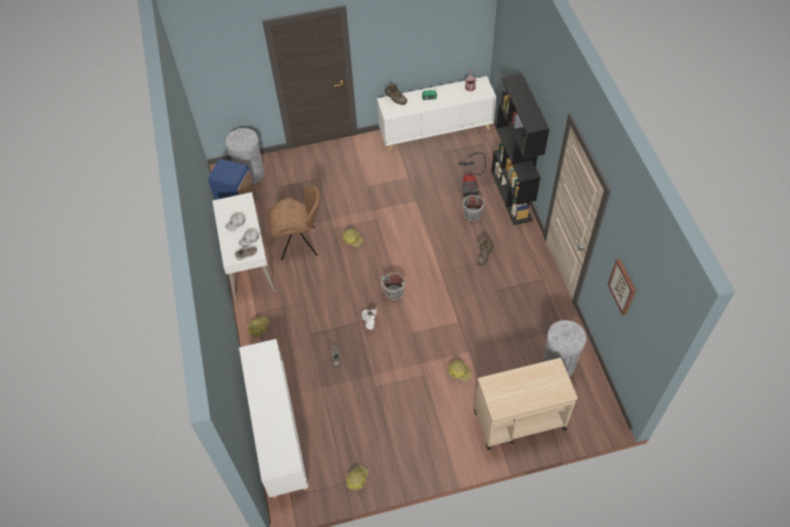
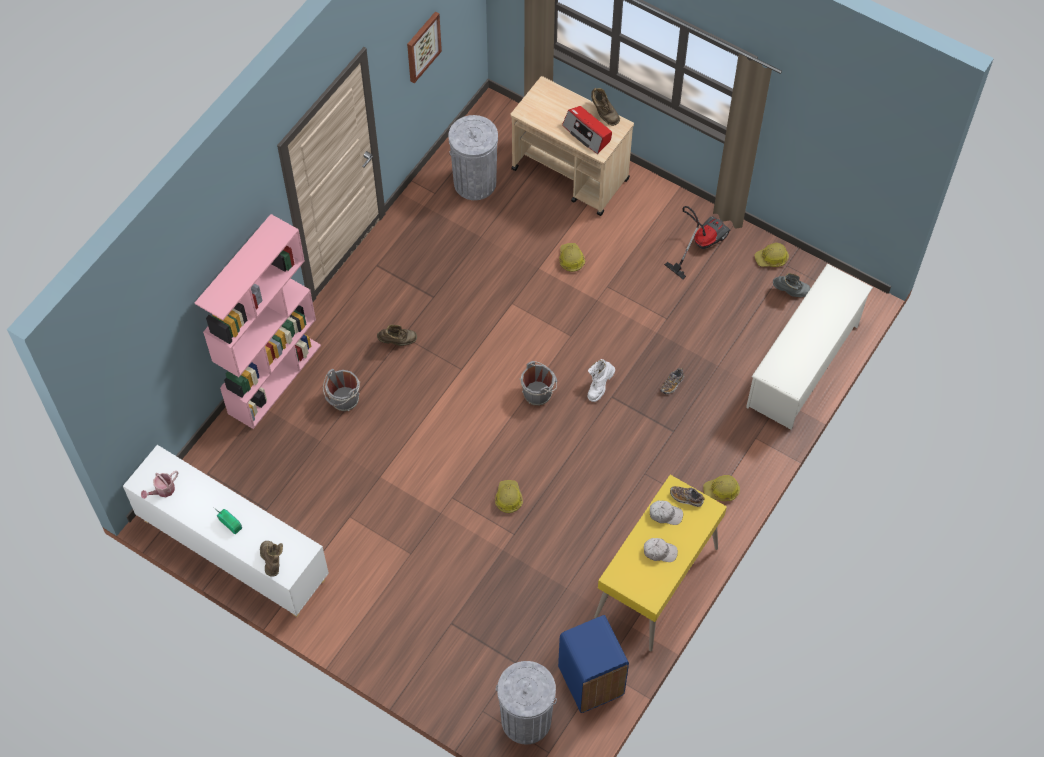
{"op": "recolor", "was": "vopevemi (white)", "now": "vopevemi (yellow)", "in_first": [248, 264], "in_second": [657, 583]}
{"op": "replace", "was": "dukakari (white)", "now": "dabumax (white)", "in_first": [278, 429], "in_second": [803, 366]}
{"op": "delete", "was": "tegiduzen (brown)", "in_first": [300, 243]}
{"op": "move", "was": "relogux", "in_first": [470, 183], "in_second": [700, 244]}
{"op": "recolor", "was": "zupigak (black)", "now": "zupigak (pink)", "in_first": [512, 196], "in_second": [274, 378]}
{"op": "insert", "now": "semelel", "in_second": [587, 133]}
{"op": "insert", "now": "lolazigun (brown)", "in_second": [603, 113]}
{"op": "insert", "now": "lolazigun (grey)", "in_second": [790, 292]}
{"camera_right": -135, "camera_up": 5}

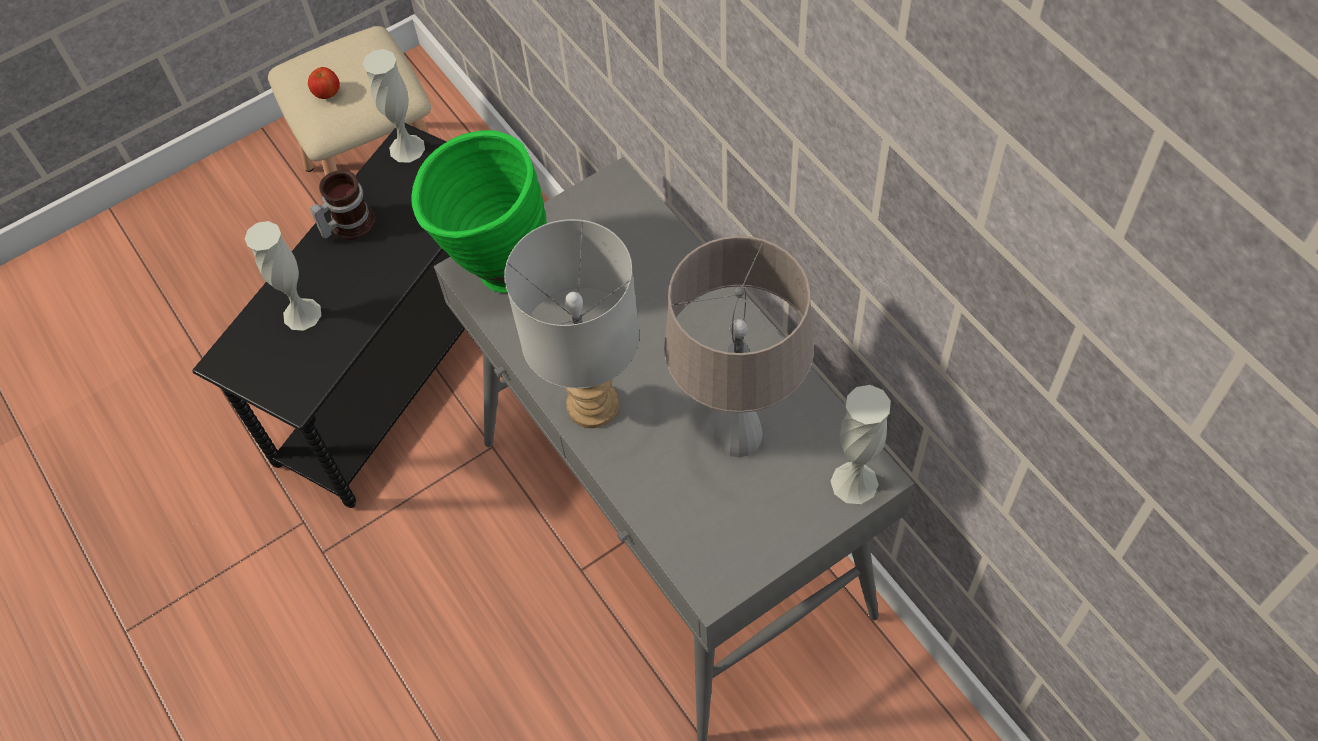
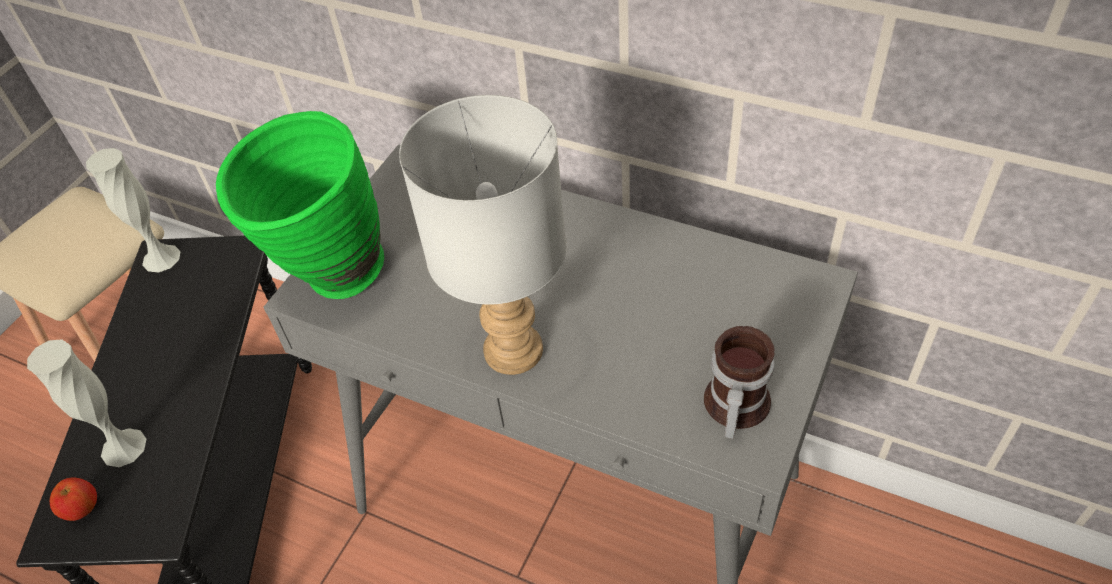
{"op": "move", "was": "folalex", "in_first": [327, 93], "in_second": [83, 509]}
{"op": "move", "was": "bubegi", "in_first": [347, 223], "in_second": [732, 406]}
{"op": "delete", "was": "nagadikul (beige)", "in_first": [739, 435]}
{"op": "delete", "was": "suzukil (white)", "in_first": [854, 482]}
{"camera_right": -30, "camera_up": -10}

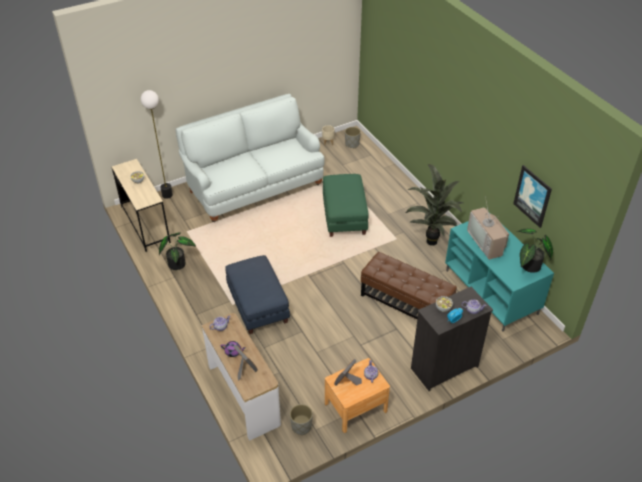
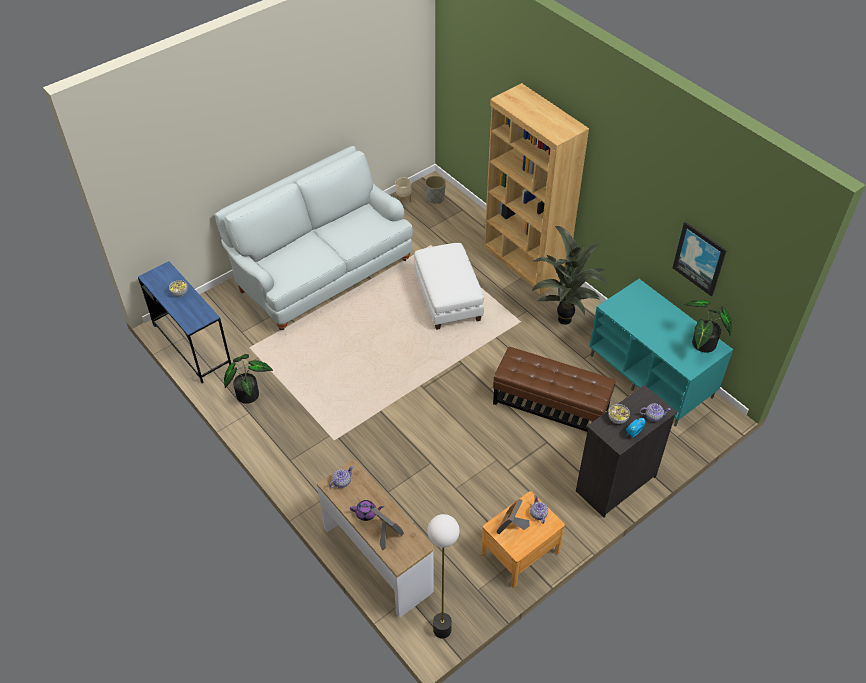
{"op": "recolor", "was": "vopevemi (beige)", "now": "vopevemi (blue)", "in_first": [145, 225], "in_second": [192, 345]}
{"op": "move", "was": "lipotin", "in_first": [167, 195], "in_second": [442, 629]}
{"op": "delete", "was": "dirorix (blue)", "in_first": [258, 304]}
{"op": "delete", "was": "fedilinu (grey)", "in_first": [301, 426]}
{"op": "recolor", "was": "dirorix (green)", "now": "dirorix (white)", "in_first": [344, 215], "in_second": [448, 298]}
{"op": "delete", "was": "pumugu", "in_first": [487, 242]}
{"op": "insert", "now": "zupigak (brown)", "in_second": [525, 262]}
{"camera_right": -10, "camera_up": 5}

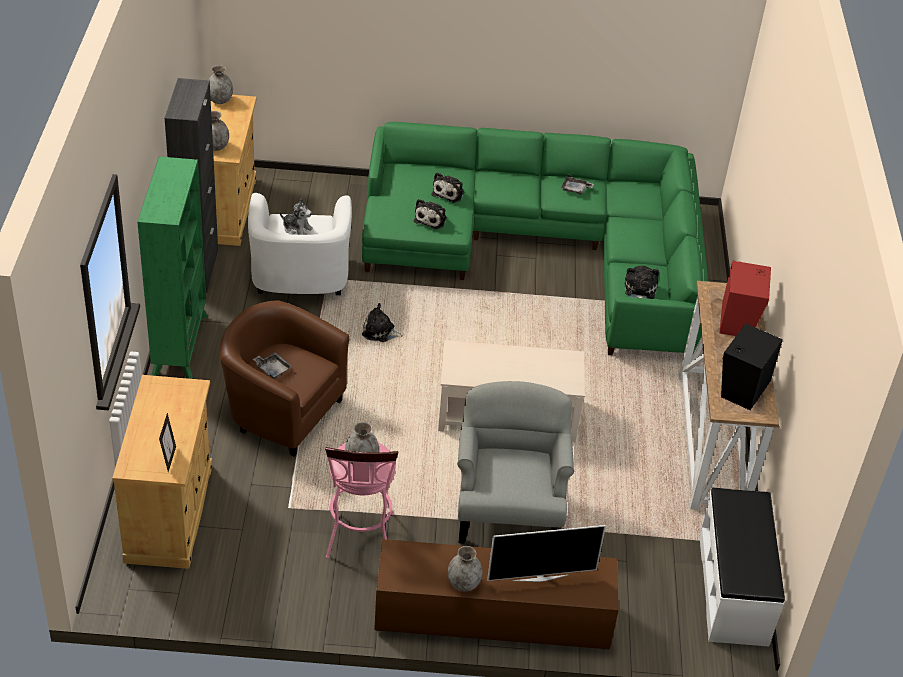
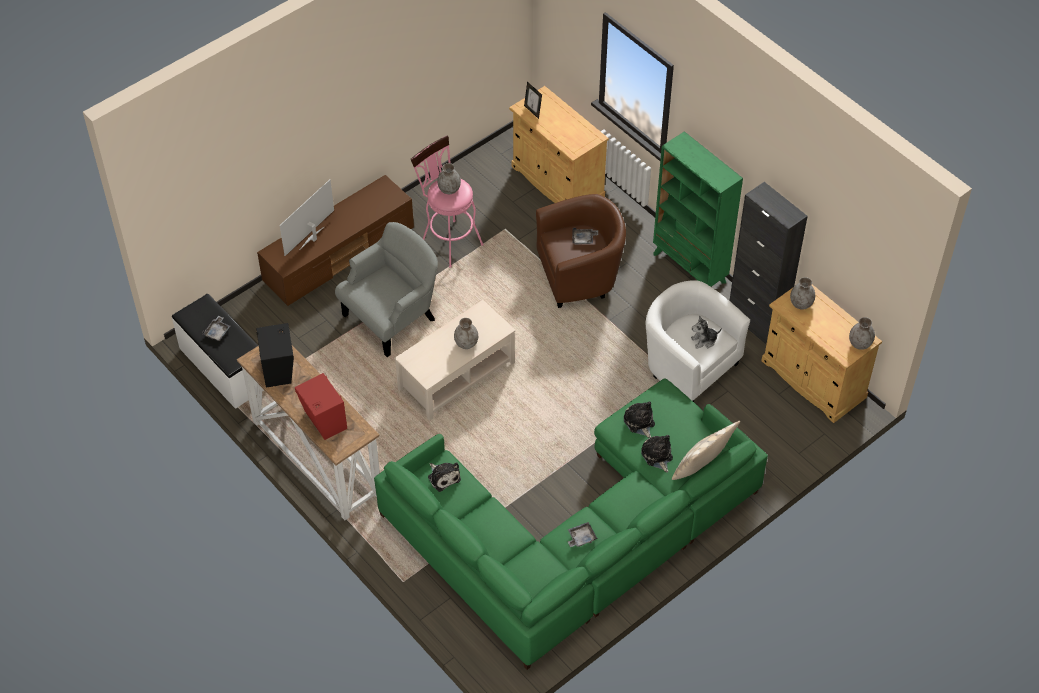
{"op": "delete", "was": "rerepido", "in_first": [380, 332]}
{"op": "move", "was": "suzukil (grey)", "in_first": [463, 583], "in_second": [466, 343]}
{"op": "rotate", "was": "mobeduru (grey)", "in_first": [508, 509], "in_second": [392, 317], "clockwise": -90}
{"op": "insert", "now": "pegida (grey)", "in_second": [217, 332]}
{"op": "insert", "now": "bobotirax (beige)", "in_second": [702, 466]}
{"camera_right": 140, "camera_up": 10}

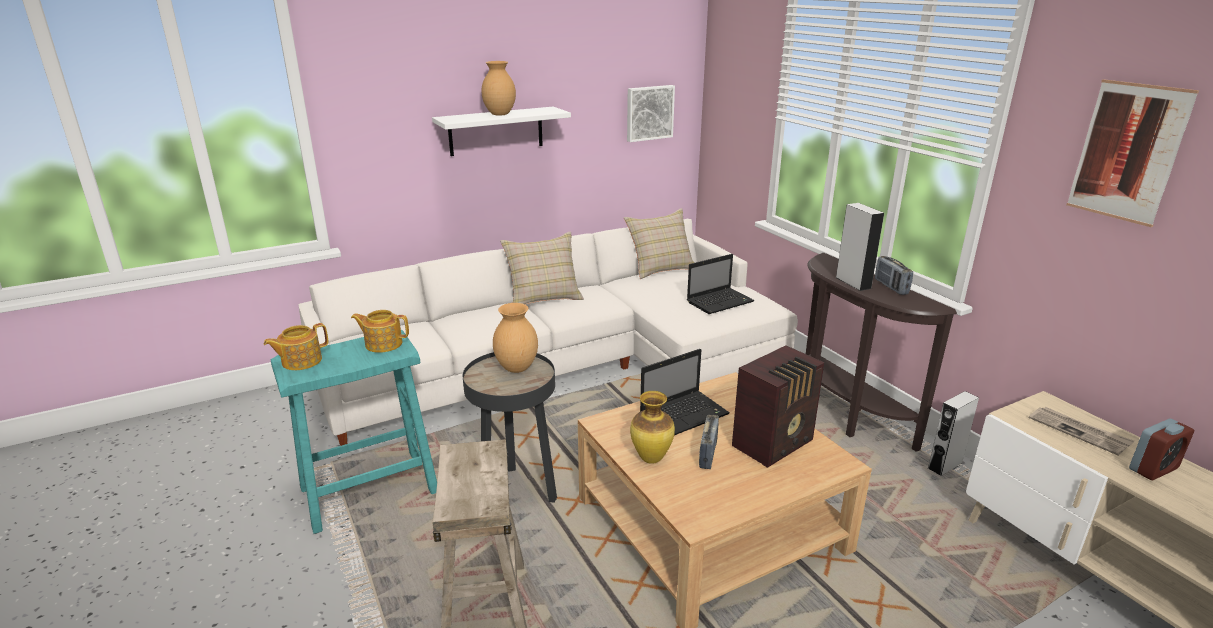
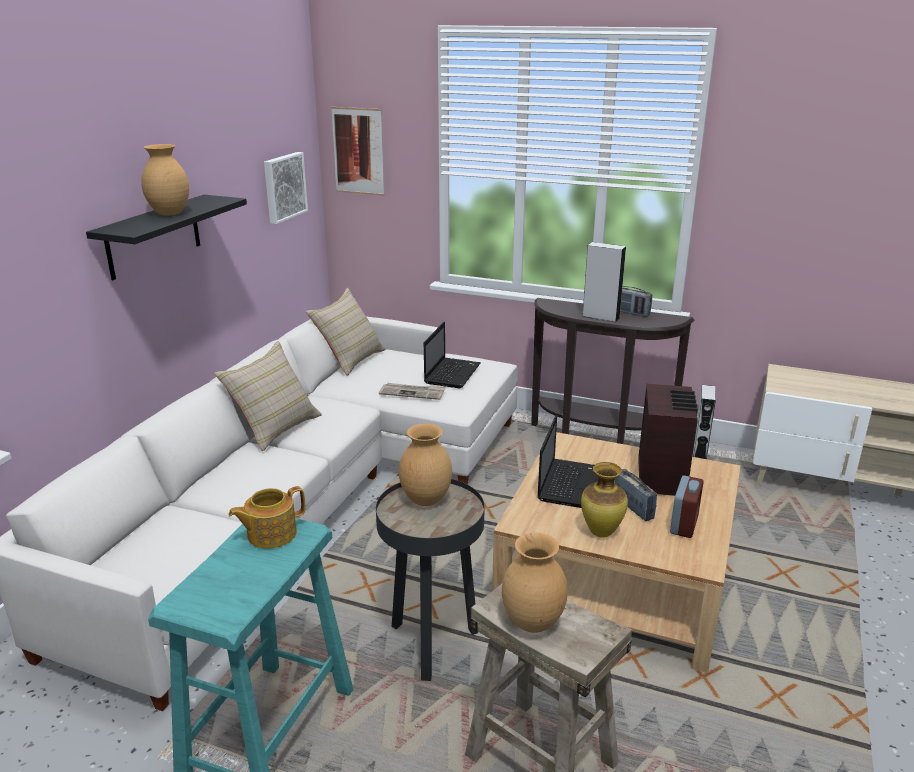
{"op": "delete", "was": "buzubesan", "in_first": [300, 361]}
{"op": "recolor", "was": "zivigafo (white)", "now": "zivigafo (black)", "in_first": [496, 131], "in_second": [154, 236]}
{"op": "move", "was": "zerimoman", "in_first": [1079, 432], "in_second": [413, 393]}
{"op": "move", "was": "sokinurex", "in_first": [1128, 152], "in_second": [358, 151]}
{"op": "move", "was": "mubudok", "in_first": [1153, 469], "in_second": [684, 525]}
{"op": "insert", "now": "suzukil (brown)", "in_second": [531, 623]}
{"camera_right": -40, "camera_up": 0}

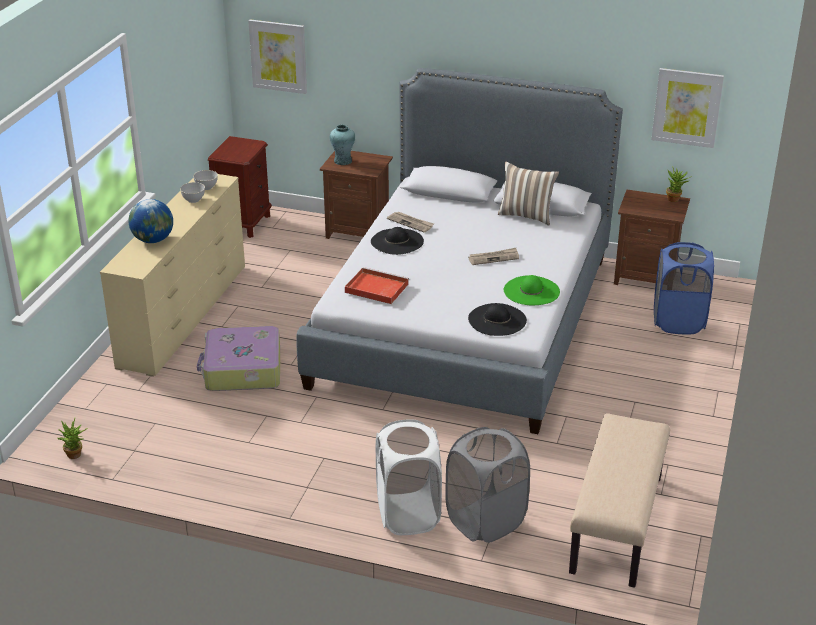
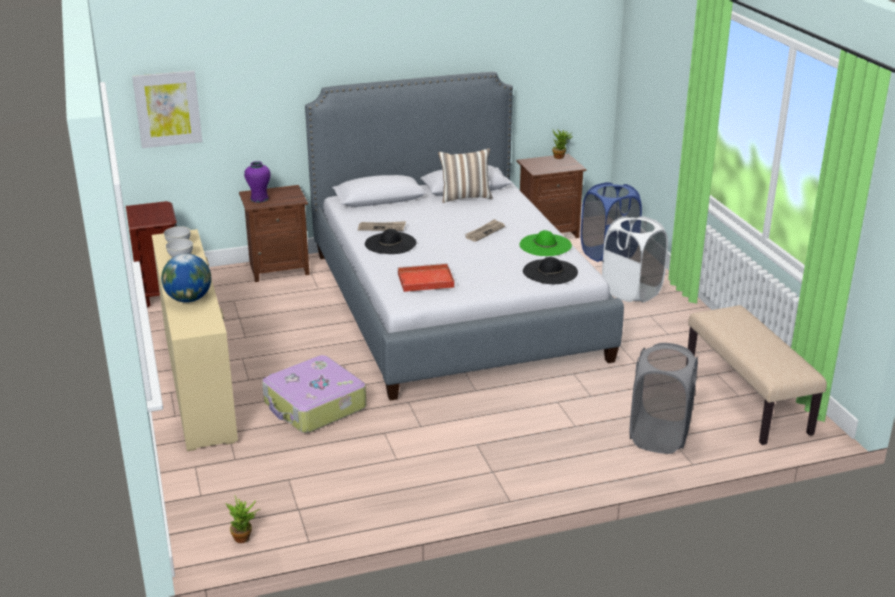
{"op": "recolor", "was": "suzukil (turquoise)", "now": "suzukil (purple)", "in_first": [342, 161], "in_second": [259, 199]}
{"op": "move", "was": "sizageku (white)", "in_first": [408, 514], "in_second": [631, 292]}
{"op": "delete", "was": "sokinurex", "in_first": [687, 107]}
{"camera_right": -35, "camera_up": -5}

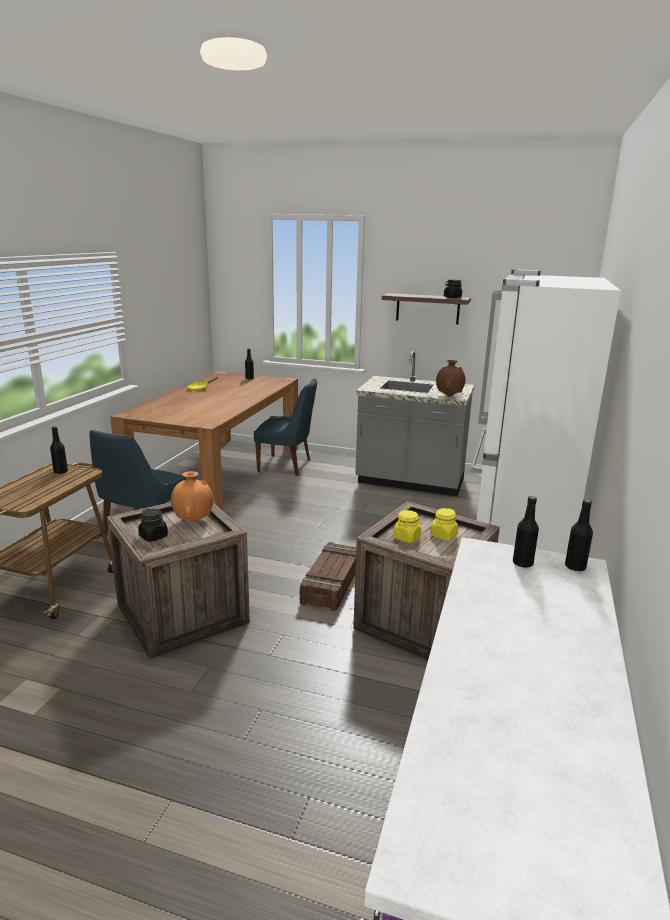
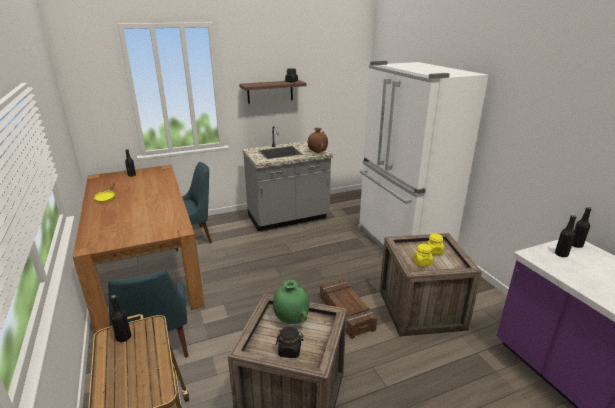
{"op": "recolor", "was": "suzukil (orange)", "now": "suzukil (green)", "in_first": [193, 520], "in_second": [291, 319]}
{"camera_right": -40, "camera_up": 5}

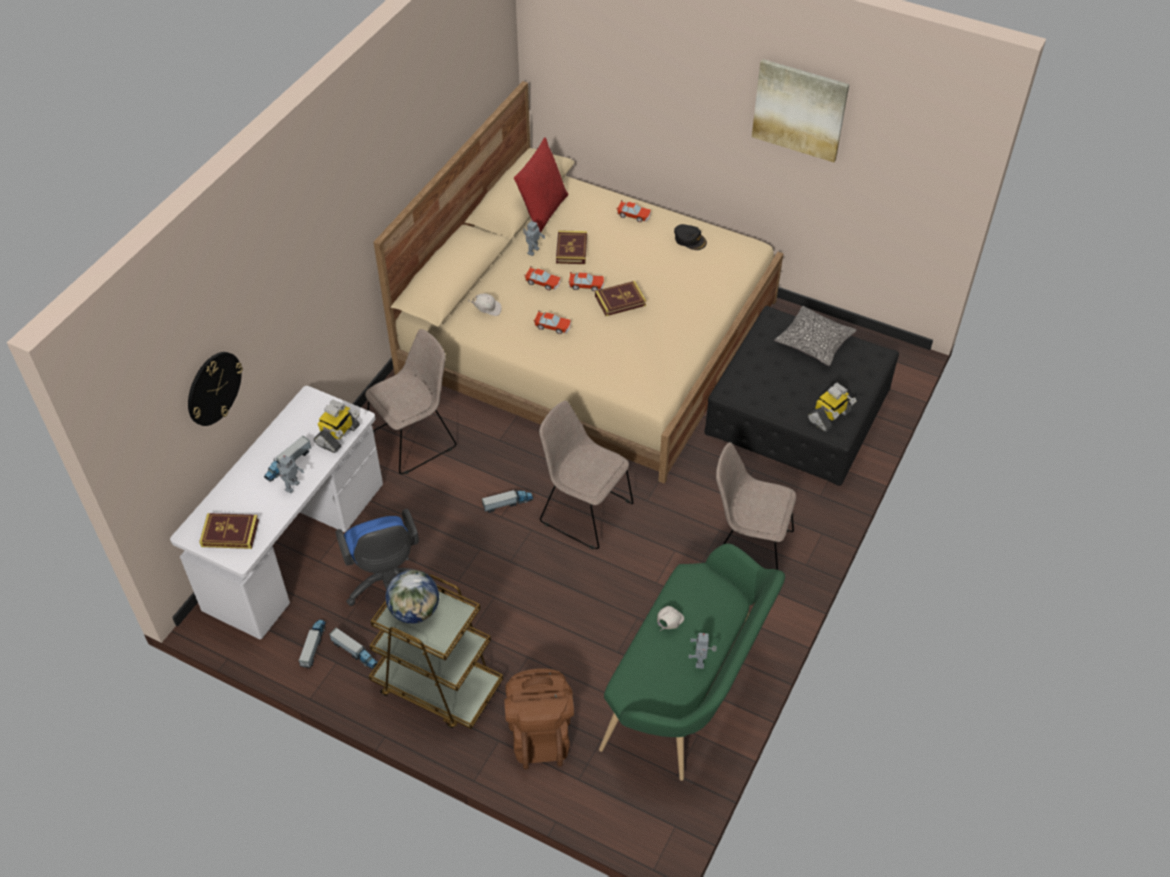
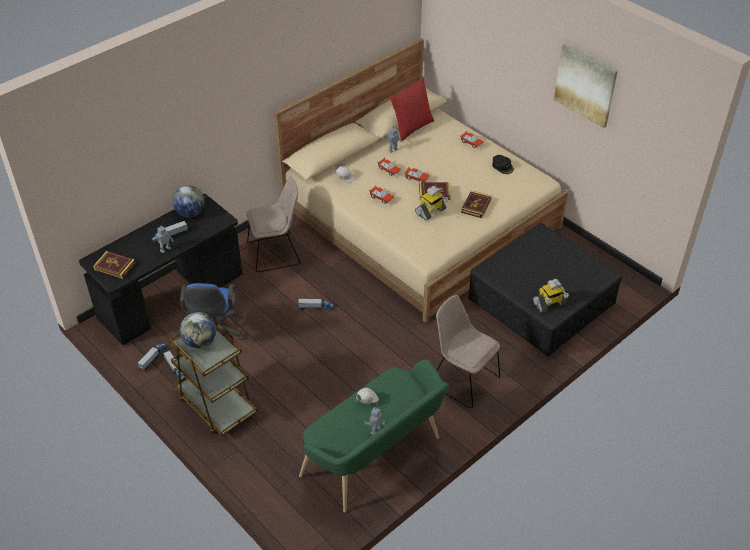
{"op": "recolor", "was": "vopevemi (white)", "now": "vopevemi (black)", "in_first": [295, 546], "in_second": [171, 296]}
{"op": "delete", "was": "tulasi", "in_first": [213, 388]}
{"op": "move", "was": "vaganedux", "in_first": [338, 436], "in_second": [431, 211]}
{"op": "delete", "was": "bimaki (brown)", "in_first": [540, 733]}
{"op": "delete", "was": "tegiduzen (beige)", "in_first": [583, 511]}
{"op": "move", "was": "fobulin", "in_first": [571, 249], "in_second": [476, 206]}
{"op": "delete", "was": "bobotirax", "in_first": [814, 342]}
{"op": "insert", "now": "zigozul", "in_second": [190, 213]}
{"camera_right": 20, "camera_up": -5}

